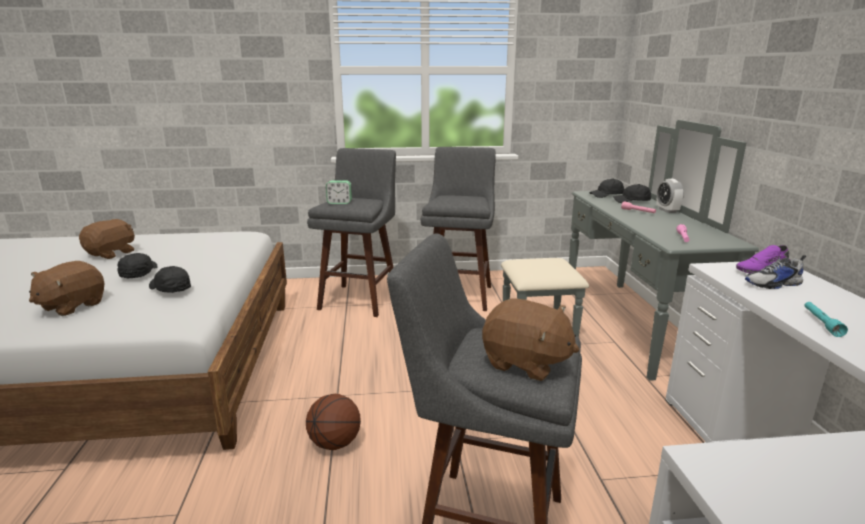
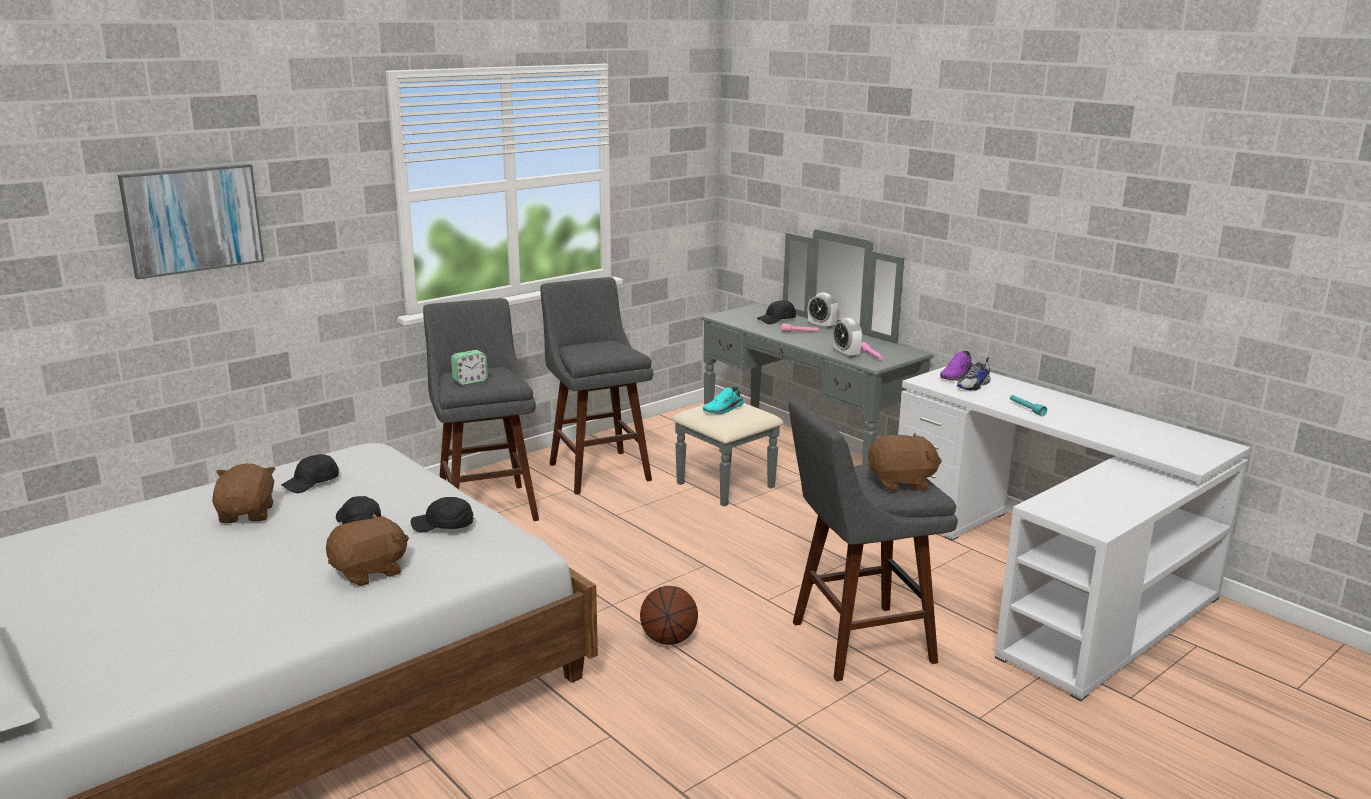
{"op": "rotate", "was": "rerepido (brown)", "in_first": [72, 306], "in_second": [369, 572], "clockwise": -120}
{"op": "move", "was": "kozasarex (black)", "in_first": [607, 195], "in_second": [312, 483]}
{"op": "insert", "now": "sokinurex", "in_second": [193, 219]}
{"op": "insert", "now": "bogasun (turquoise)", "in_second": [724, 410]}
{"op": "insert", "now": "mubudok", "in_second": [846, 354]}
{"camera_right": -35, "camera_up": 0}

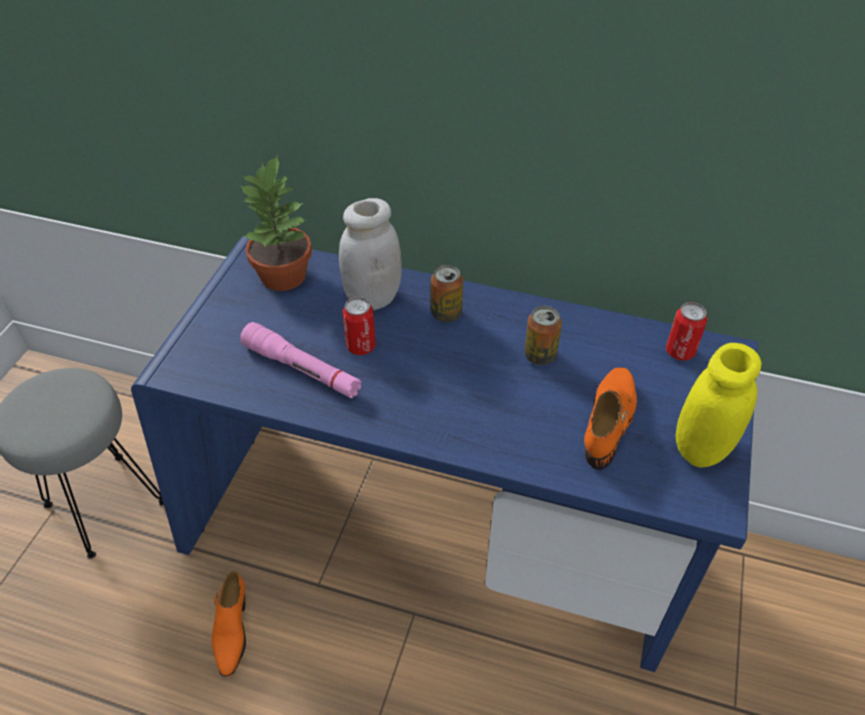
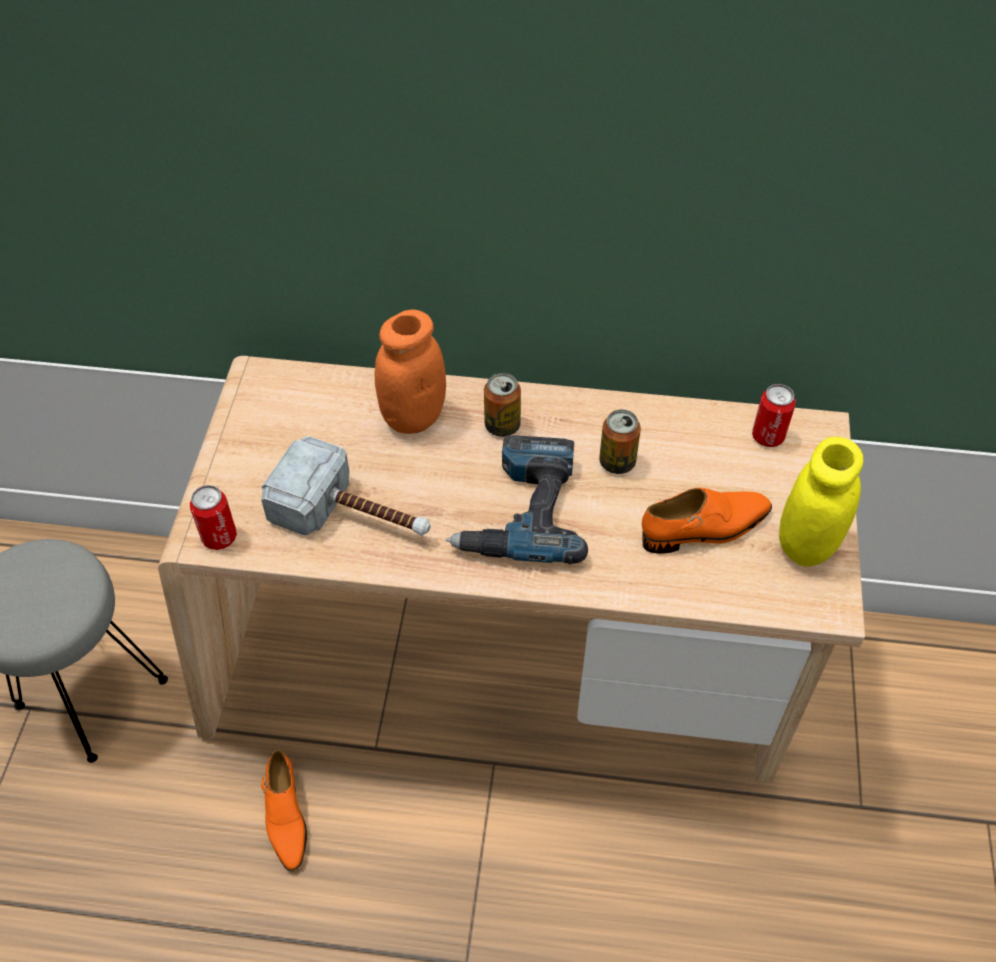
{"op": "recolor", "was": "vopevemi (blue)", "now": "vopevemi (beige)", "in_first": [432, 539], "in_second": [498, 674]}
{"op": "delete", "was": "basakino", "in_first": [285, 276]}
{"op": "replace", "was": "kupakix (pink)", "now": "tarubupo", "in_first": [302, 369], "in_second": [354, 516]}
{"op": "recolor", "was": "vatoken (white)", "now": "vatoken (orange)", "in_first": [372, 298], "in_second": [413, 417]}
{"op": "move", "was": "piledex", "in_first": [361, 346], "in_second": [219, 537]}
{"op": "rotate", "was": "bogasun (orange)", "in_first": [609, 421], "in_second": [705, 528], "clockwise": 60}
{"op": "insert", "now": "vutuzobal", "in_second": [520, 510]}
{"camera_right": -10, "camera_up": 5}

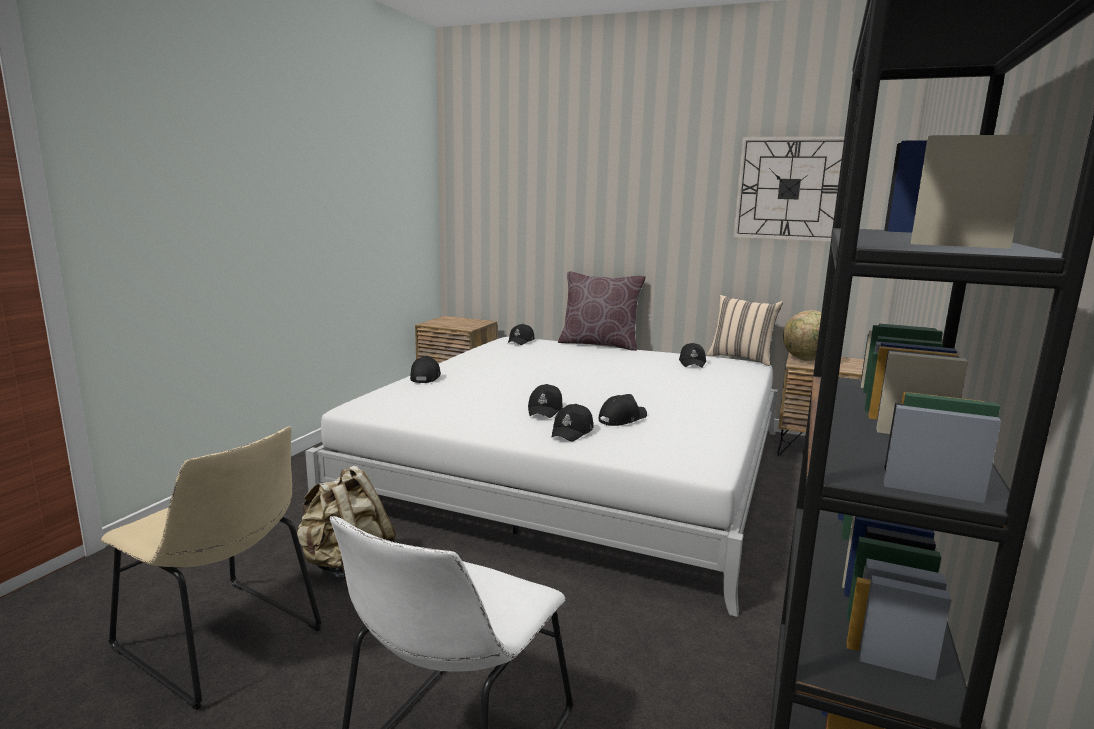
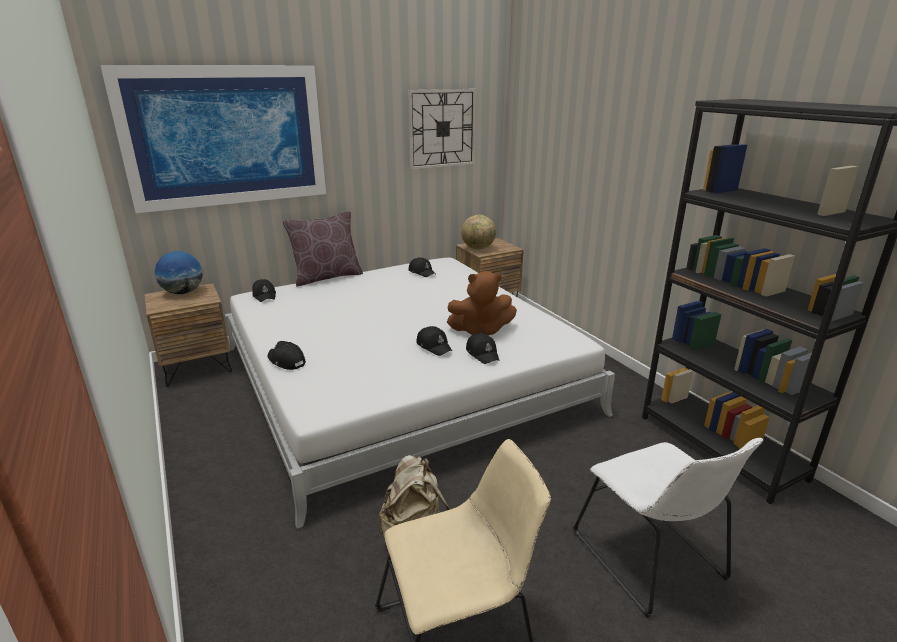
{"op": "replace", "was": "kozasarex (black)", "now": "rerepido (brown)", "in_first": [622, 419], "in_second": [481, 331]}
{"op": "delete", "was": "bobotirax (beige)", "in_first": [741, 358]}
{"op": "insert", "now": "sokinurex", "in_second": [226, 136]}
{"op": "insert", "now": "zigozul", "in_second": [183, 292]}
{"camera_right": -50, "camera_up": 10}

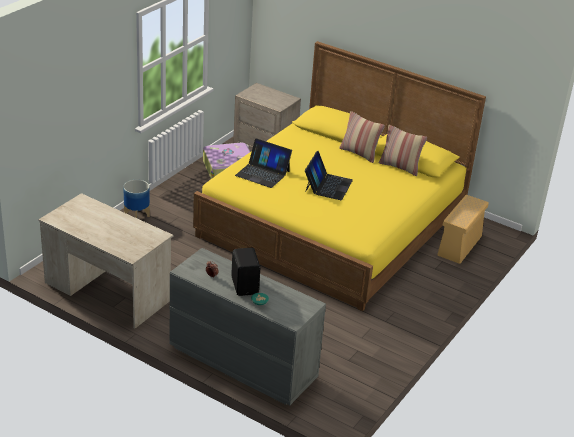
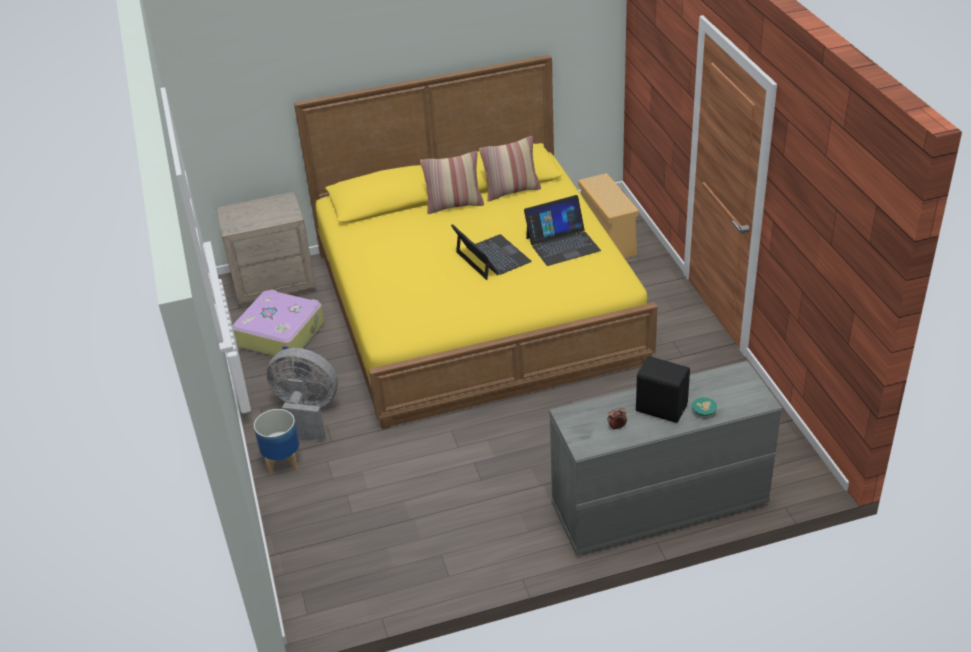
{"op": "delete", "was": "vopevemi (beige)", "in_first": [107, 291]}
{"op": "move", "was": "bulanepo", "in_first": [263, 173], "in_second": [562, 244]}
{"op": "insert", "now": "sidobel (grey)", "in_second": [307, 412]}
{"camera_right": -45, "camera_up": 5}

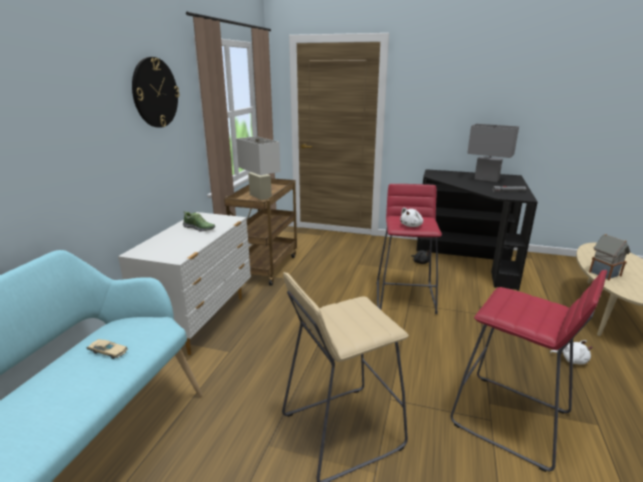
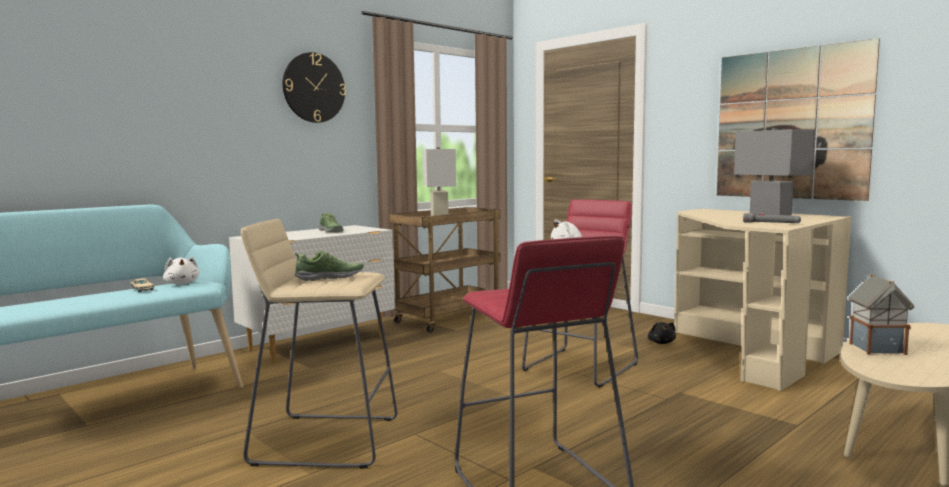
{"op": "recolor", "was": "vopevemi (black)", "now": "vopevemi (beige)", "in_first": [469, 260], "in_second": [748, 351]}
{"op": "move", "was": "rerepido (white)", "in_first": [571, 359], "in_second": [182, 283]}
{"op": "insert", "now": "bogasun", "in_second": [330, 278]}
{"op": "insert", "now": "sokinurex", "in_second": [791, 124]}
{"camera_right": 30, "camera_up": -15}

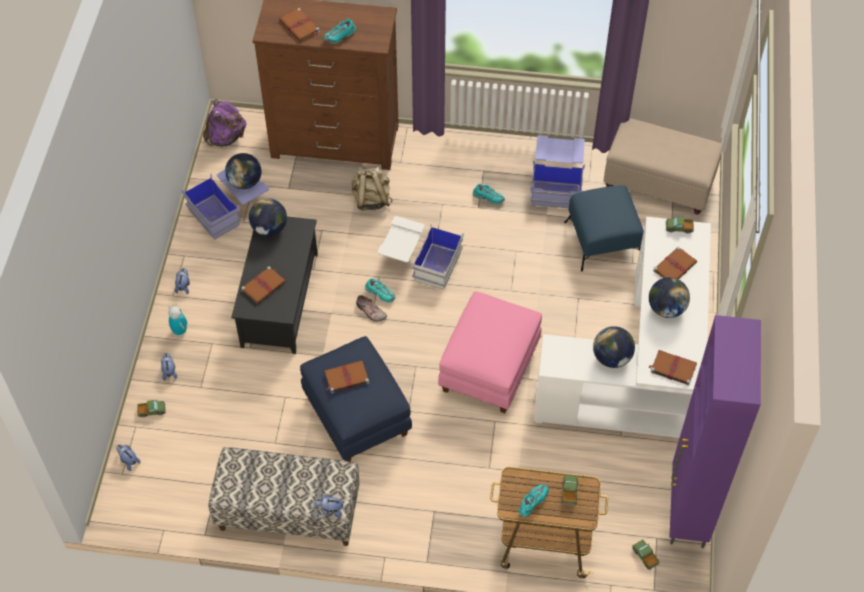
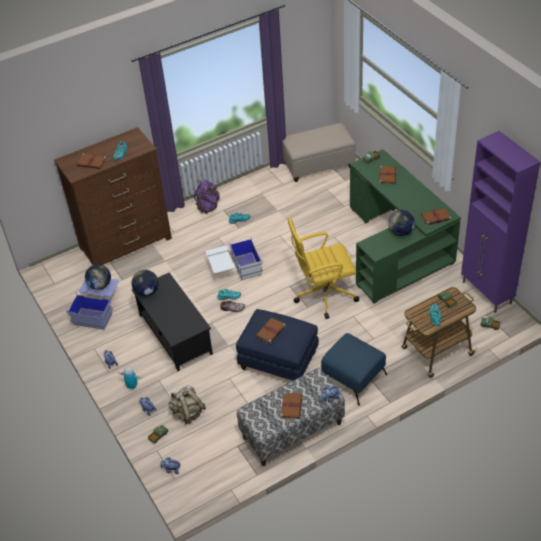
{"op": "move", "was": "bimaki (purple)", "in_first": [226, 137], "in_second": [208, 207]}
{"op": "move", "was": "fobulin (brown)", "in_first": [264, 286], "in_second": [291, 406]}
{"op": "move", "was": "bimaki (beige)", "in_first": [371, 199], "in_second": [187, 413]}
{"op": "replace", "was": "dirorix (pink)", "now": "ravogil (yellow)", "in_first": [488, 367], "in_second": [323, 294]}
{"op": "delete", "was": "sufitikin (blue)", "in_first": [556, 182]}
{"op": "recolor", "was": "vopevemi (white)", "now": "vopevemi (green)", "in_first": [640, 368], "in_second": [398, 248]}
{"op": "move", "was": "dirorix (blue)", "in_first": [602, 241], "in_second": [353, 378]}
{"op": "delete", "was": "zigozul", "in_first": [666, 309]}
{"camera_right": -35, "camera_up": -10}

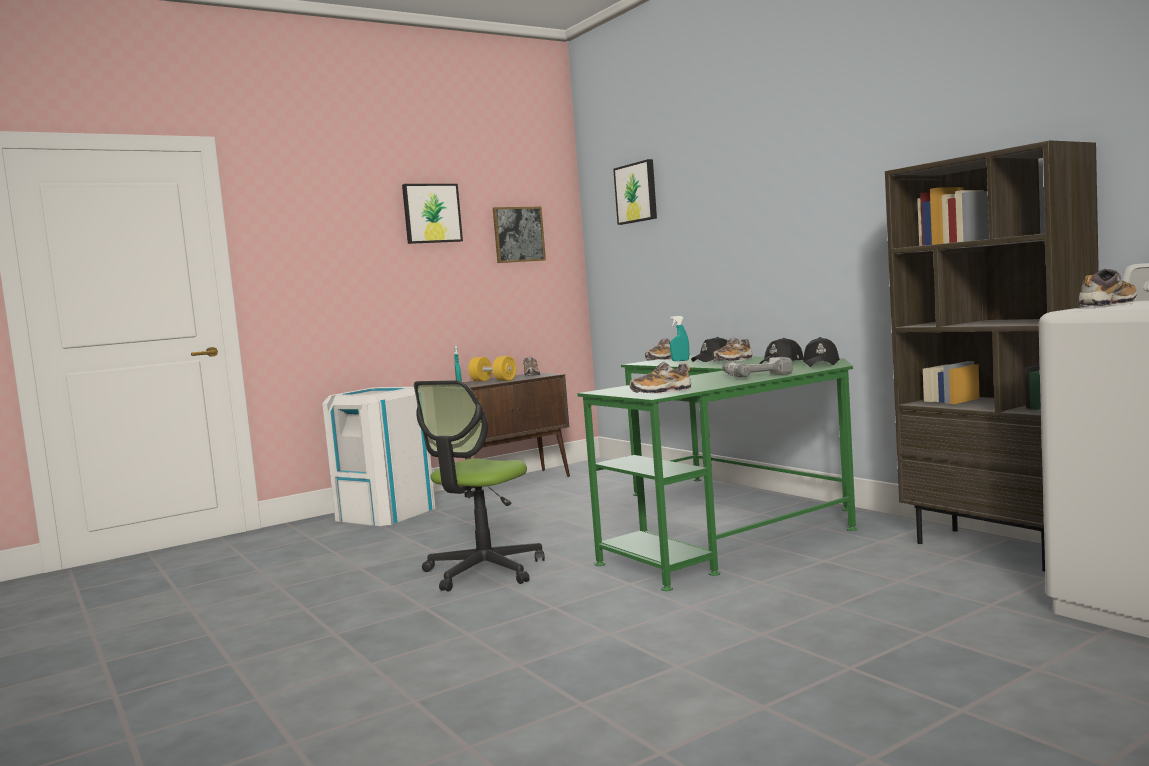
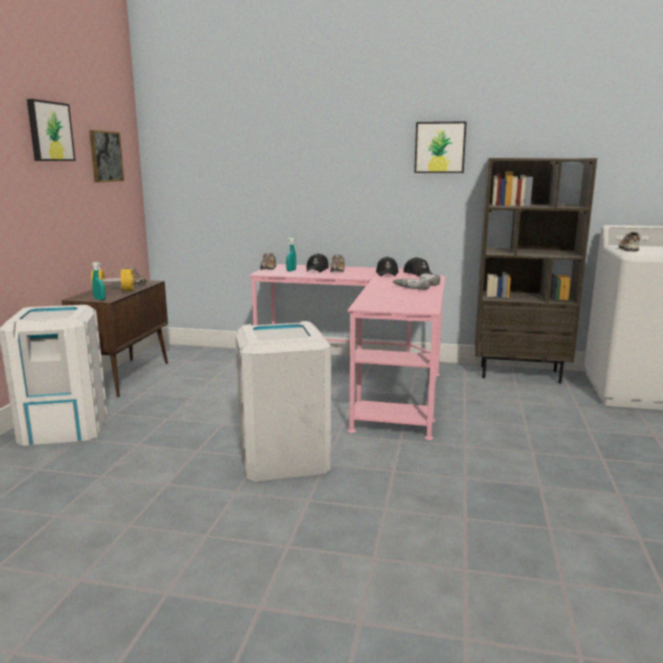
{"op": "replace", "was": "ravogil", "now": "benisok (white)", "in_first": [484, 571], "in_second": [283, 458]}
{"op": "recolor", "was": "vopevemi (green)", "now": "vopevemi (pink)", "in_first": [730, 522], "in_second": [363, 382]}
{"op": "move", "was": "sokinurex", "in_first": [637, 192], "in_second": [440, 147]}
{"op": "delete", "was": "bogasun", "in_first": [661, 392]}
{"camera_right": -45, "camera_up": 10}

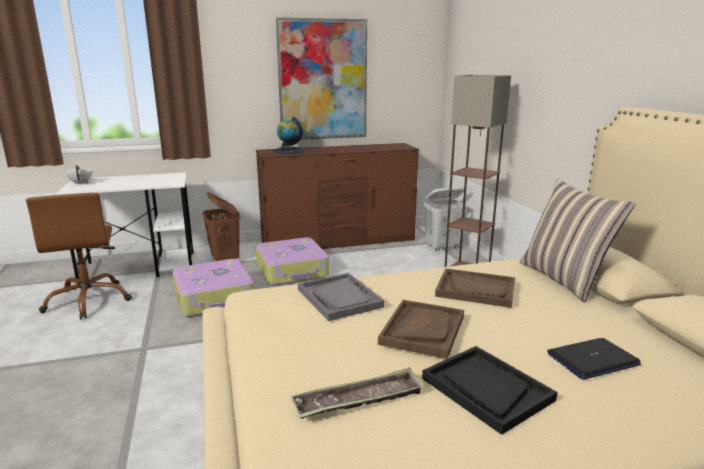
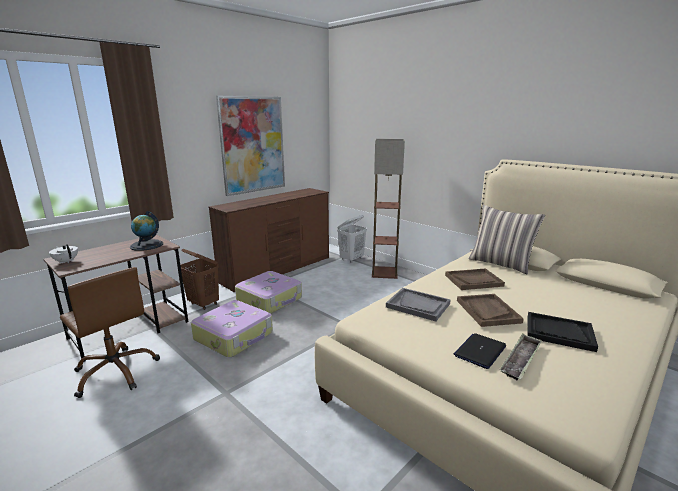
{"op": "recolor", "was": "vopevemi (white)", "now": "vopevemi (brown)", "in_first": [140, 268], "in_second": [131, 329]}
{"op": "move", "was": "zigozul", "in_first": [288, 151], "in_second": [146, 245]}
{"op": "move", "was": "bulanepo", "in_first": [592, 359], "in_second": [480, 351]}
{"camera_right": -30, "camera_up": 0}

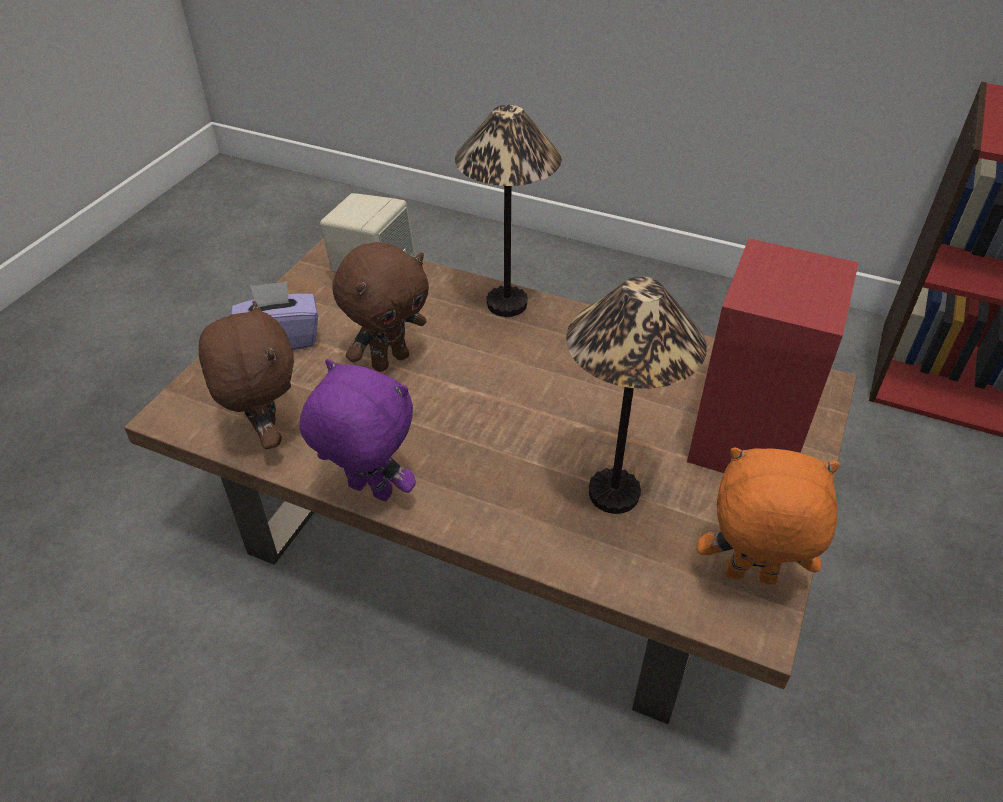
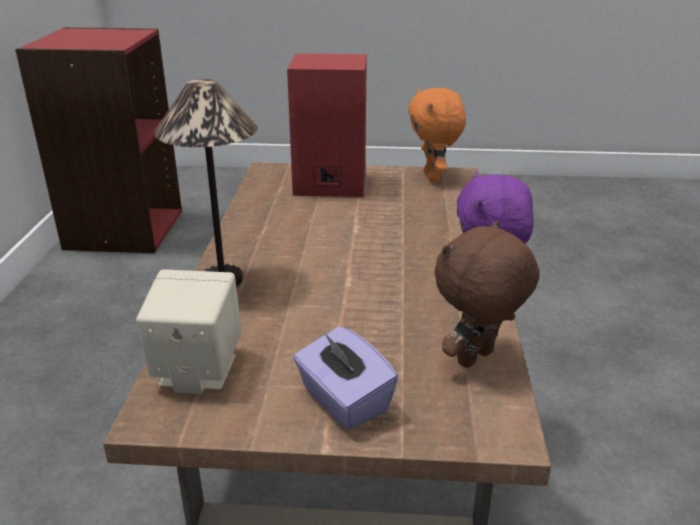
{"op": "delete", "was": "rerepido (brown)", "in_first": [389, 360]}
{"op": "delete", "was": "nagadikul", "in_first": [613, 495]}
{"camera_right": -110, "camera_up": -15}

